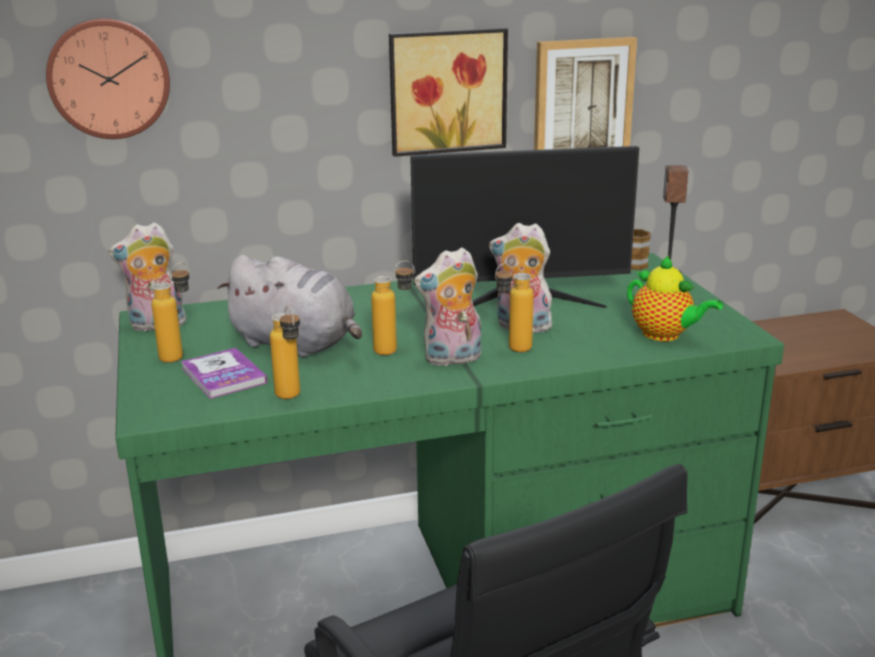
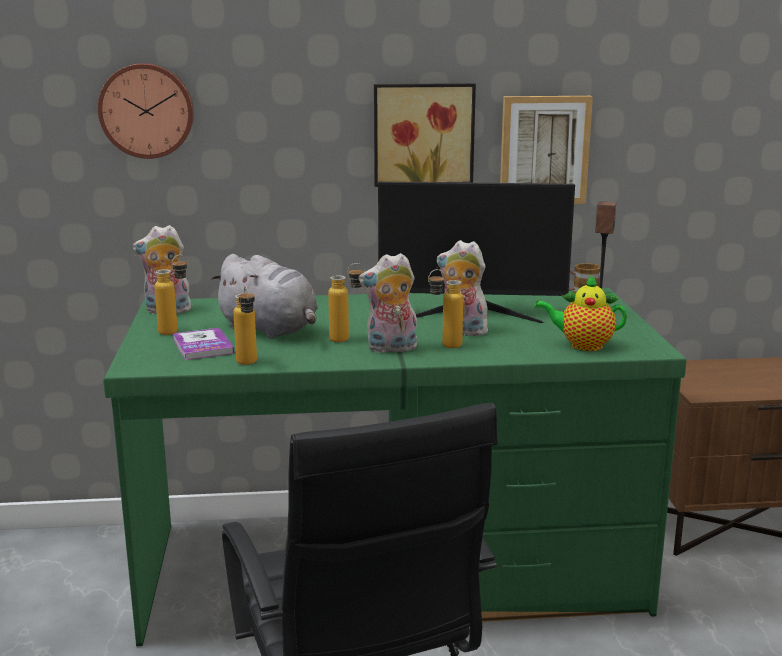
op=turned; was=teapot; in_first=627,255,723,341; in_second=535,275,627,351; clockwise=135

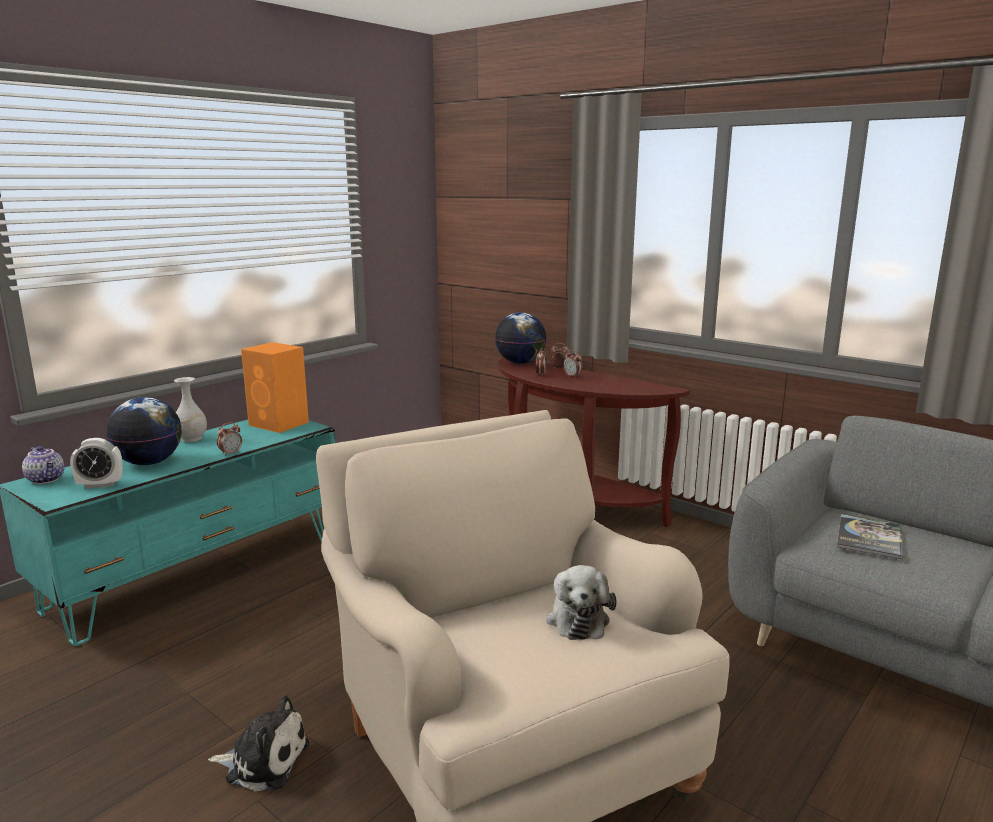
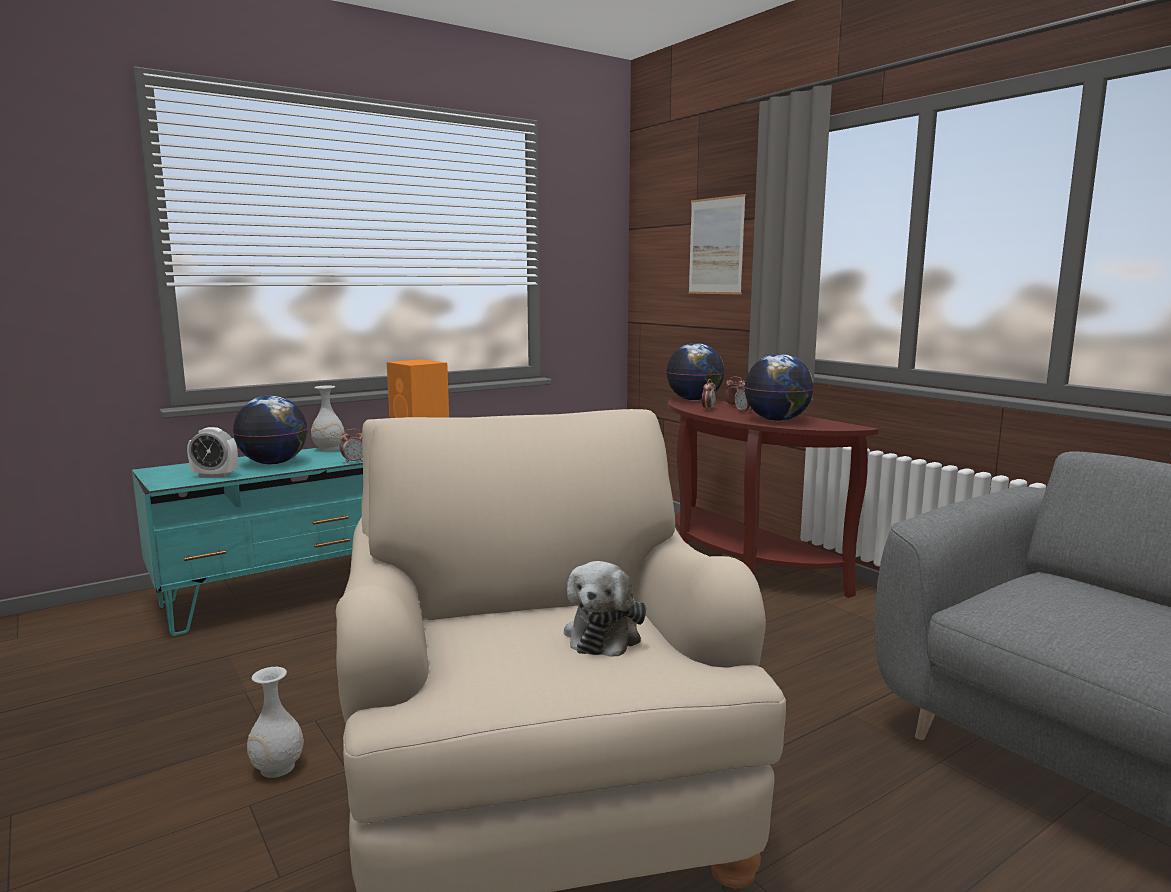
op=removed; was=teapot; in_first=22,446,64,484
op=removed; was=book; in_first=837,514,903,559
op=replaced; was=plush toy; now=white vase; in_first=208,695,309,791; in_second=247,667,304,778
op=added; now=picture; in_second=689,194,746,295
op=added; now=globe; in_second=744,354,814,421

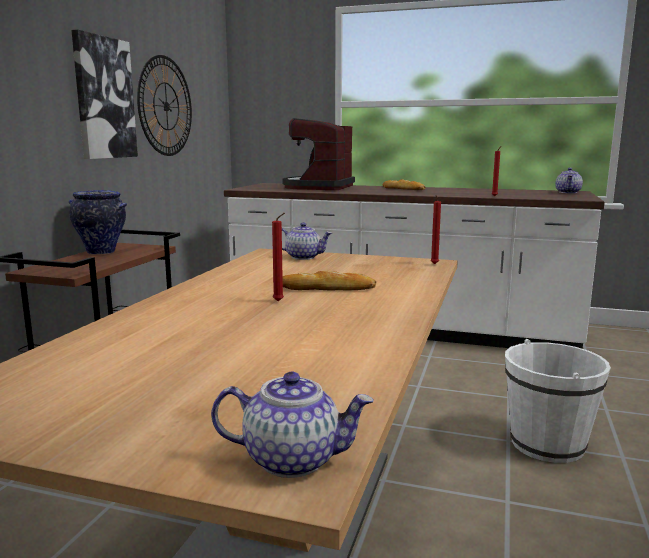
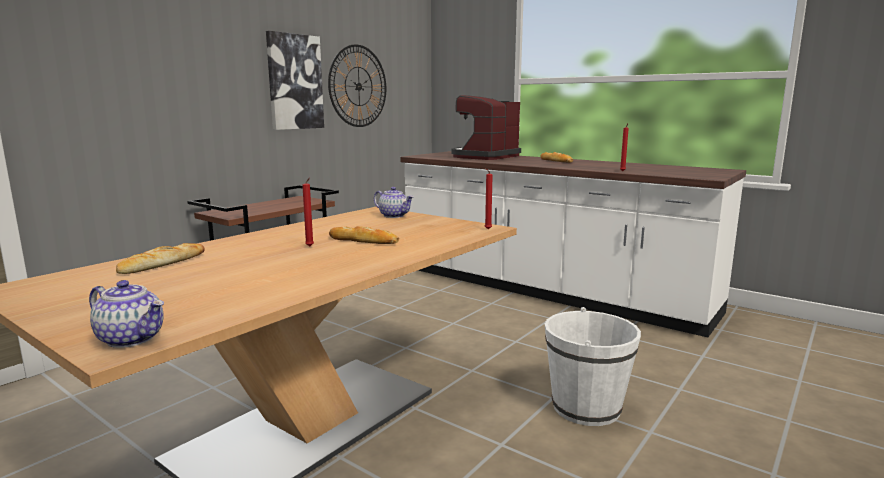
op=removed; was=teapot; in_first=555,168,583,193
op=removed; was=vase; in_first=69,190,127,254
op=added; now=bread; in_second=116,243,204,274

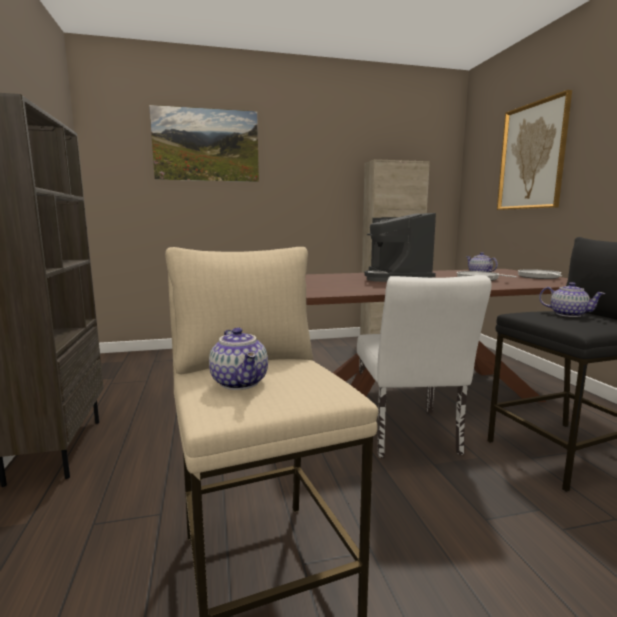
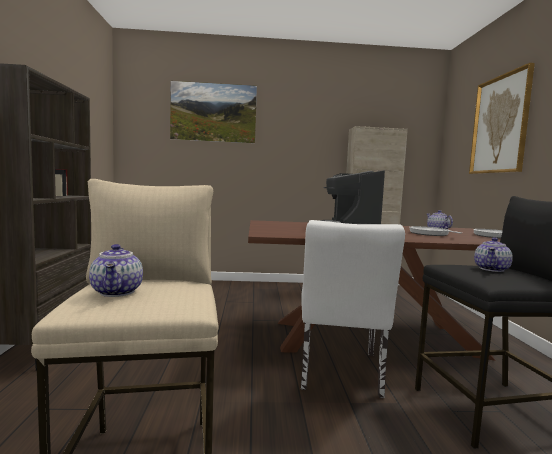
op=turned; was=teapot; in_first=539,282,605,317; in_second=474,237,513,272; clockwise=75

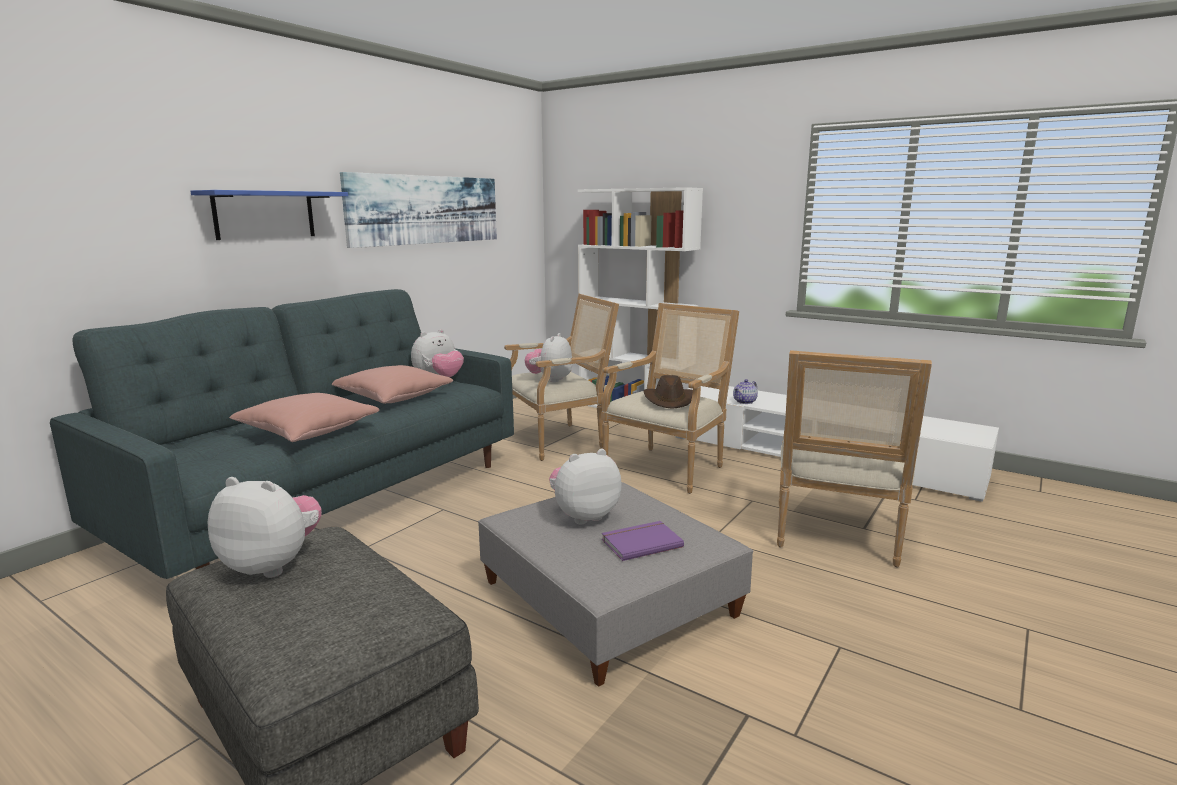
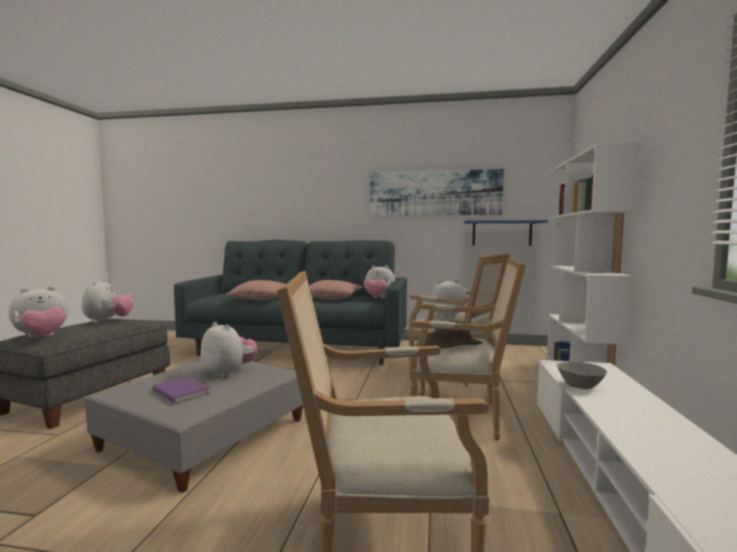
op=moved; was=blue shelf; in_first=190,190,348,240; in_second=464,220,548,246
op=replaced; was=teapot; now=grey bowl; in_first=733,379,758,404; in_second=557,361,607,389
op=added; now=plush toy; in_second=9,286,68,338

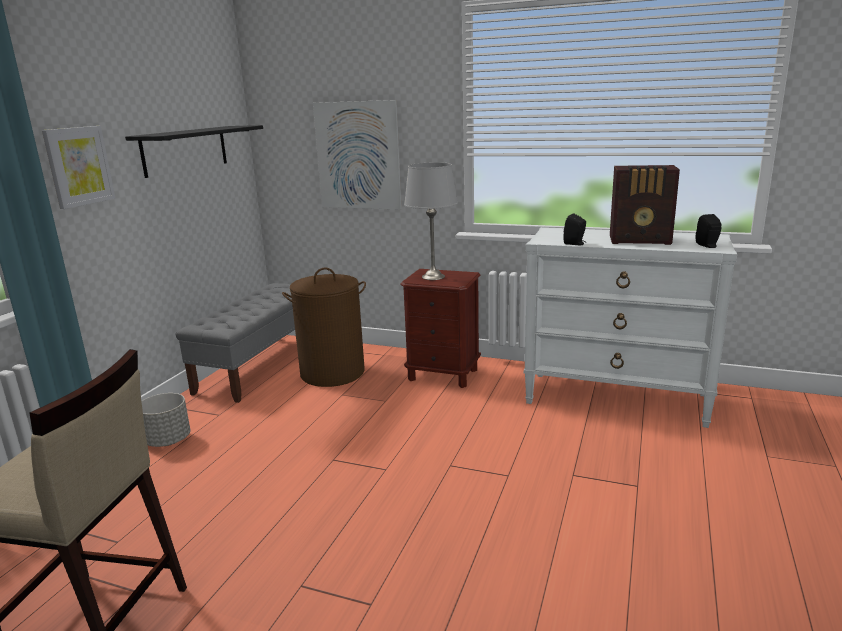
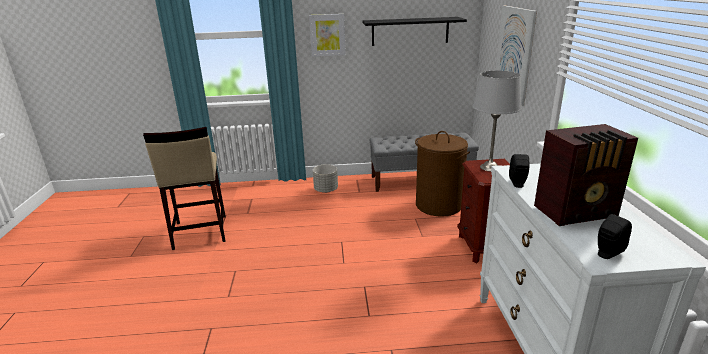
op=turned; was=radio; in_first=610,165,680,245; in_second=534,124,638,226; clockwise=-90

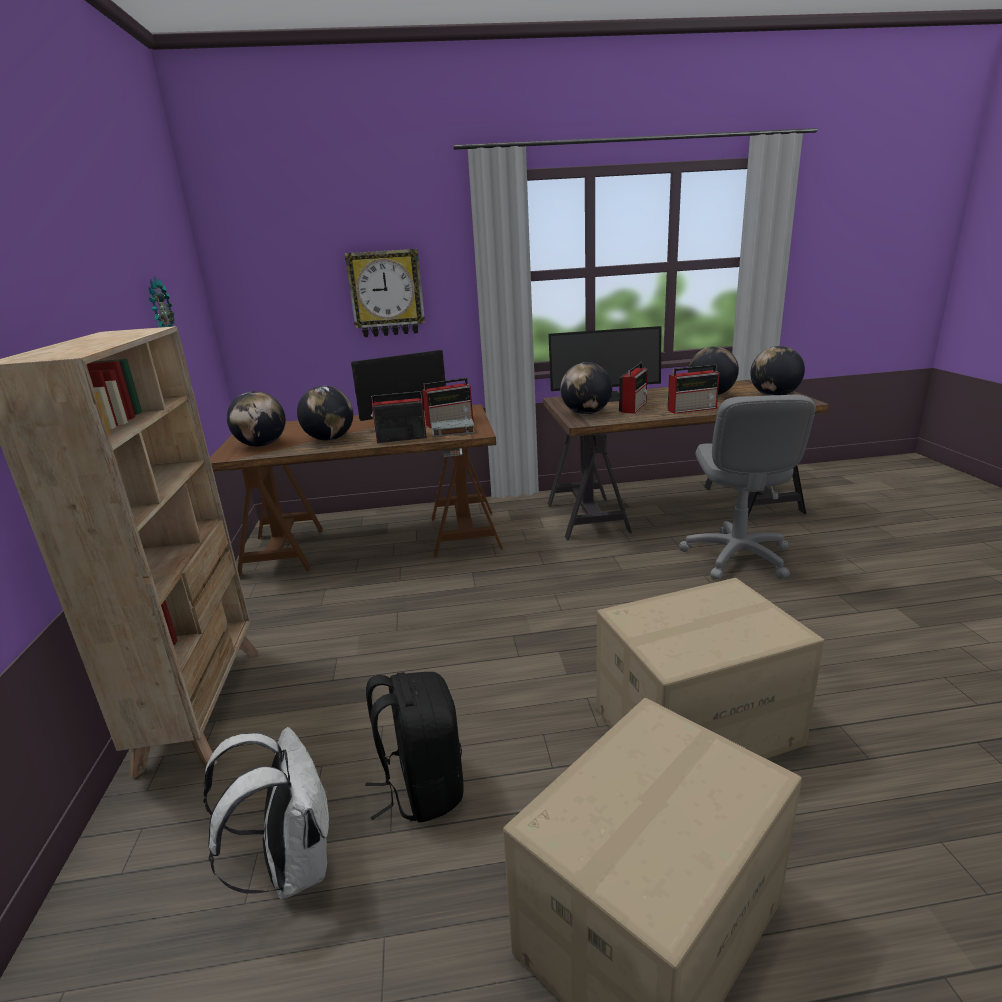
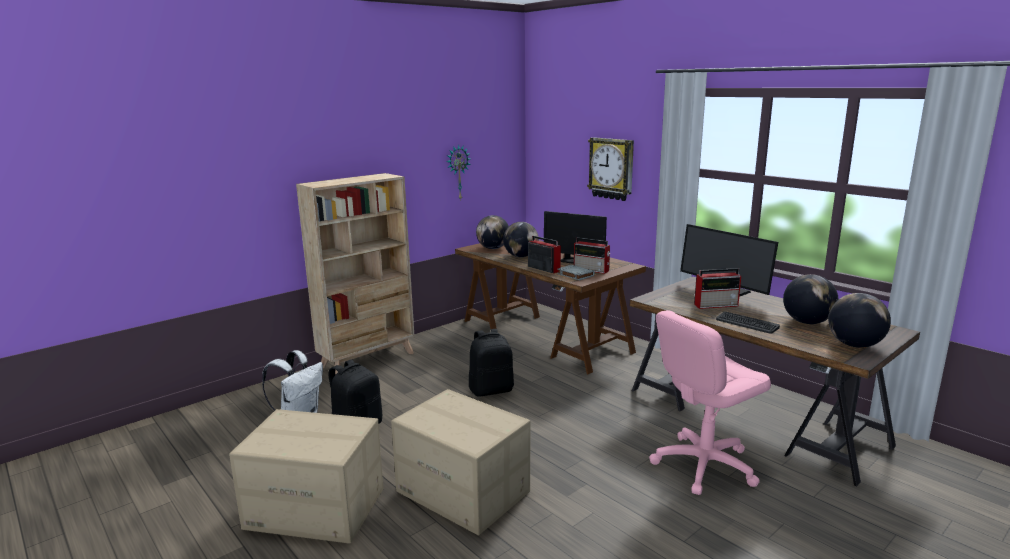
op=removed; was=globe; in_first=560,362,612,414
op=replaced; was=radio; now=keyboard; in_first=668,364,719,414; in_second=716,311,780,333
op=recoloured; was=grey office chair; now=pink office chair; in_first=679,395,816,580; in_second=649,310,771,495
op=added; now=black backpack; in_second=469,329,514,397

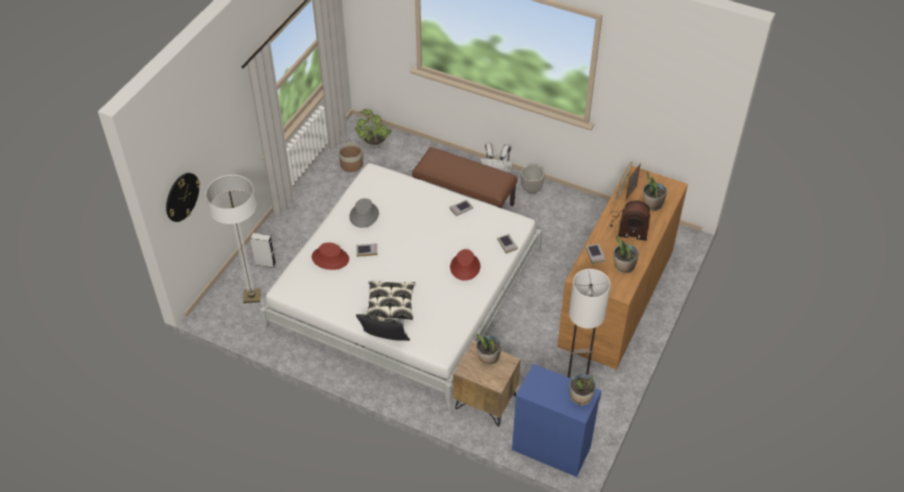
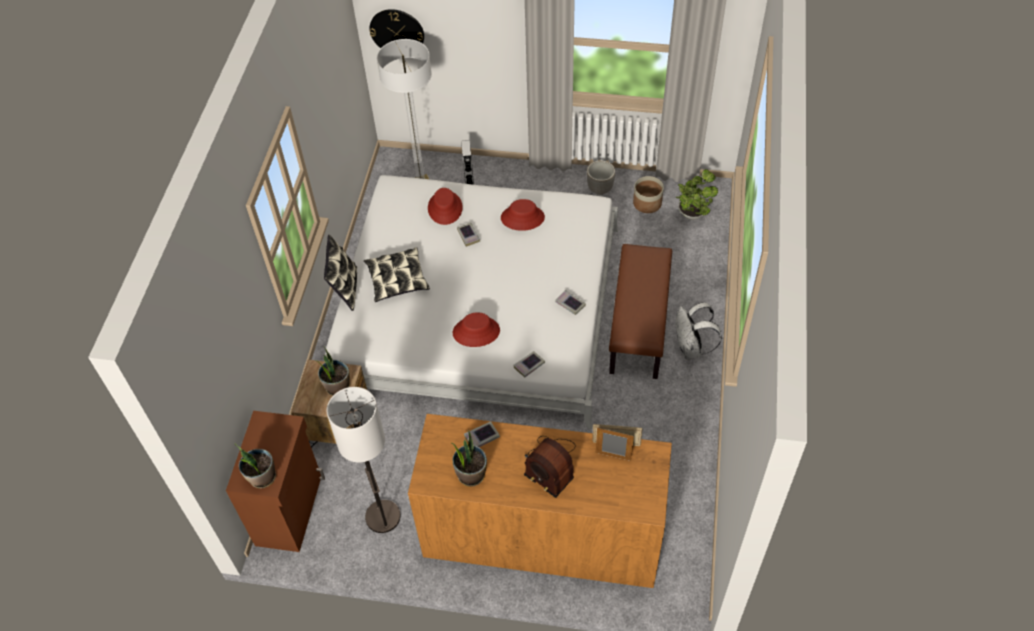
op=moved; was=planter; in_first=521,165,545,194; in_second=587,161,615,195
op=removed; was=potted plant; in_first=643,172,667,211
op=recoloured; was=grey hat; now=red hat; in_first=349,198,379,228; in_second=501,199,545,231
op=turned; was=radio; in_first=610,200,650,241; in_second=524,436,576,498; clockwise=-45
op=recoloured; was=blue cabinet; now=brown cabinet; in_first=512,364,602,477; in_second=226,411,325,552

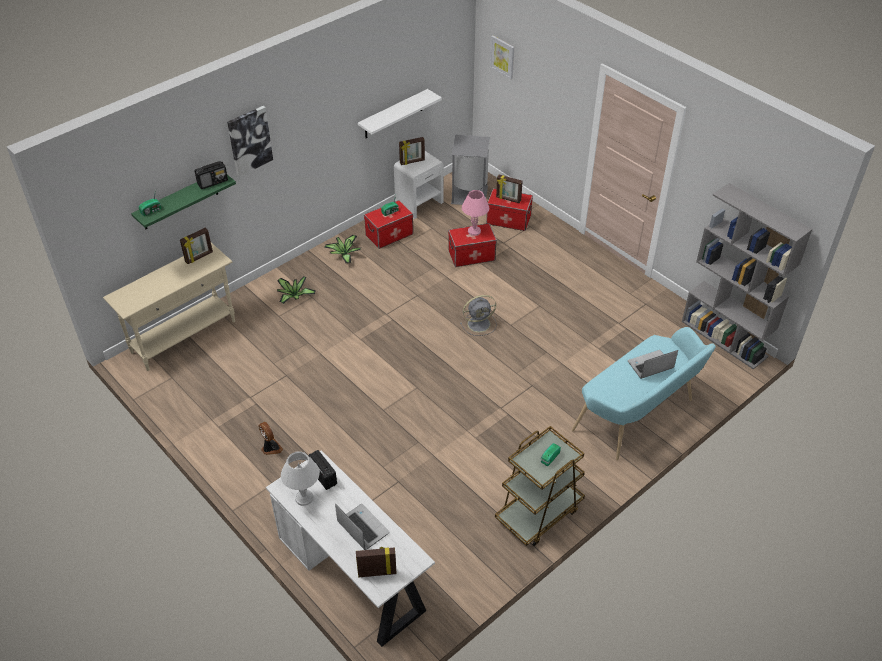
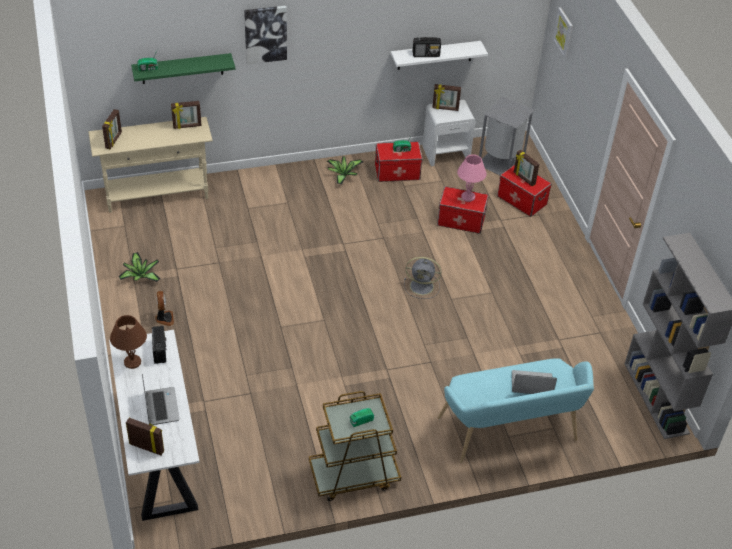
op=moved; was=radio; in_first=194,161,228,189; in_second=413,37,441,57
op=moved; was=potted plant; in_first=277,276,316,304; in_second=118,252,161,282
op=recoloured; was=white table lamp; now=brown table lamp; in_first=281,451,320,506; in_second=110,315,147,369
op=added; now=picture frame; in_second=102,109,122,149

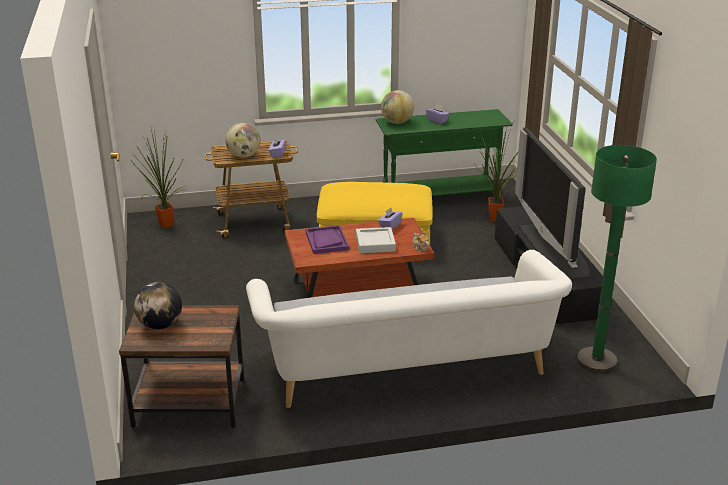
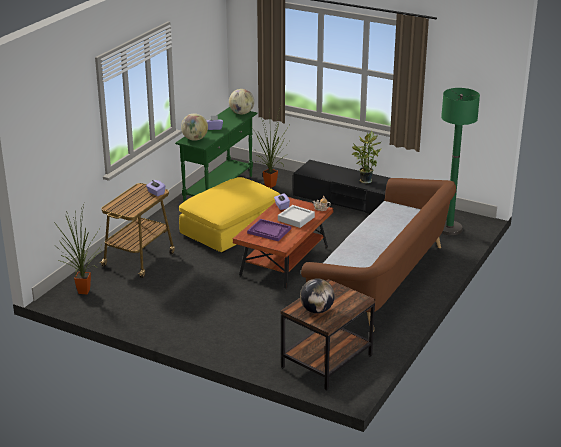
op=moved; was=globe; in_first=225,123,260,158; in_second=229,89,254,114
op=replaced; was=television; now=potted plant; in_first=515,127,590,279; in_second=352,131,381,184
op=recoloured; was=white sofa; now=brown sofa; in_first=246,250,572,408; in_second=301,178,456,326

